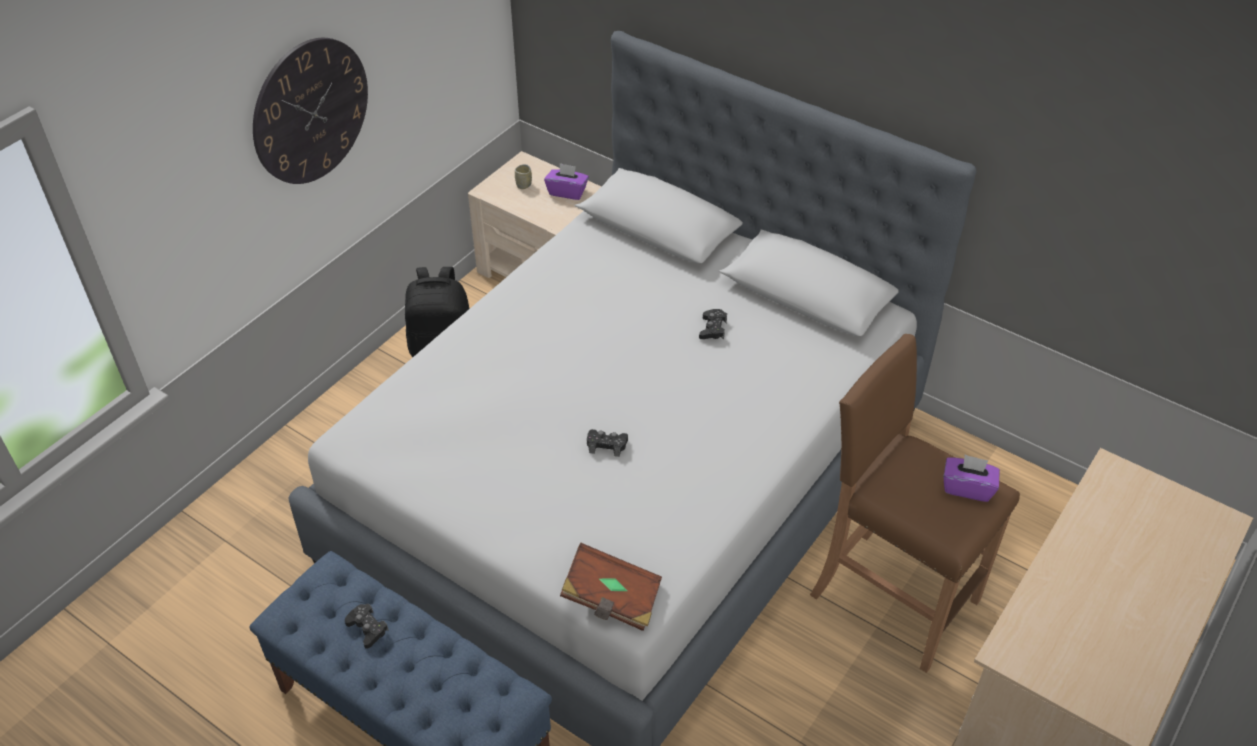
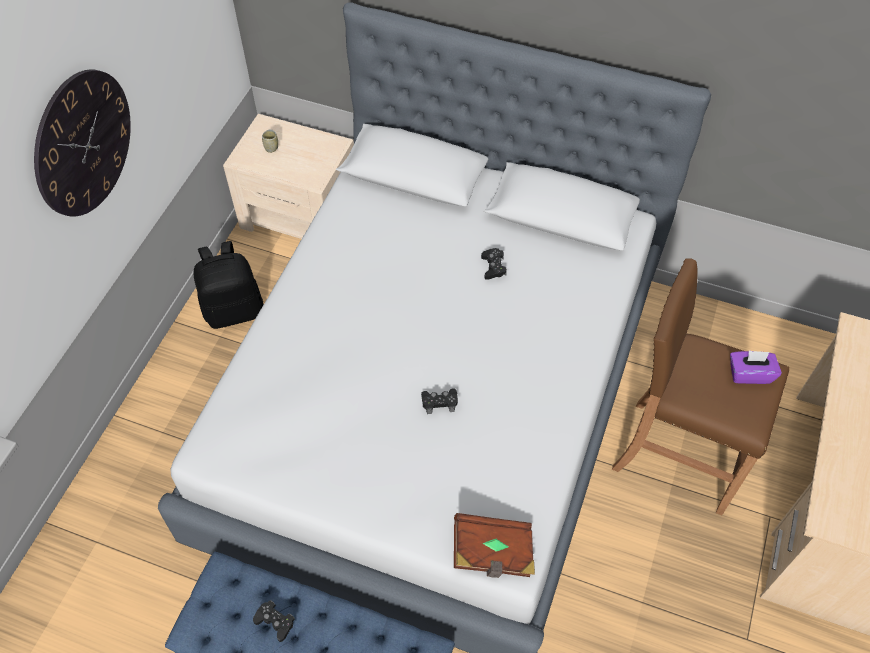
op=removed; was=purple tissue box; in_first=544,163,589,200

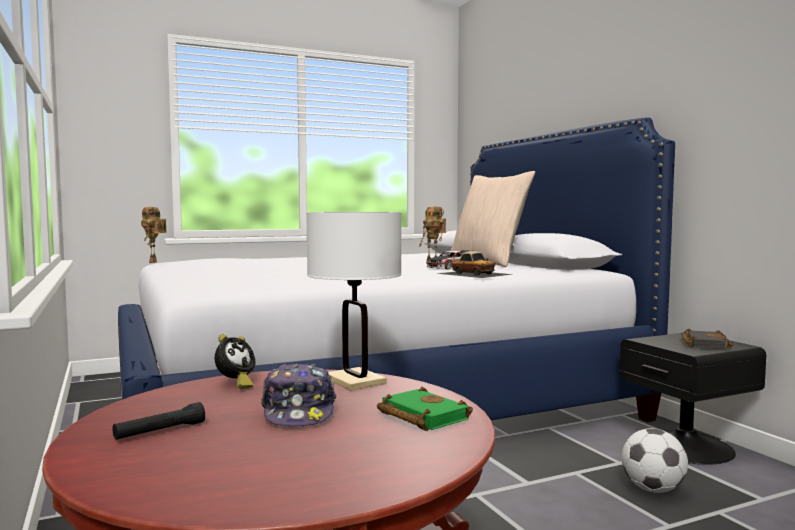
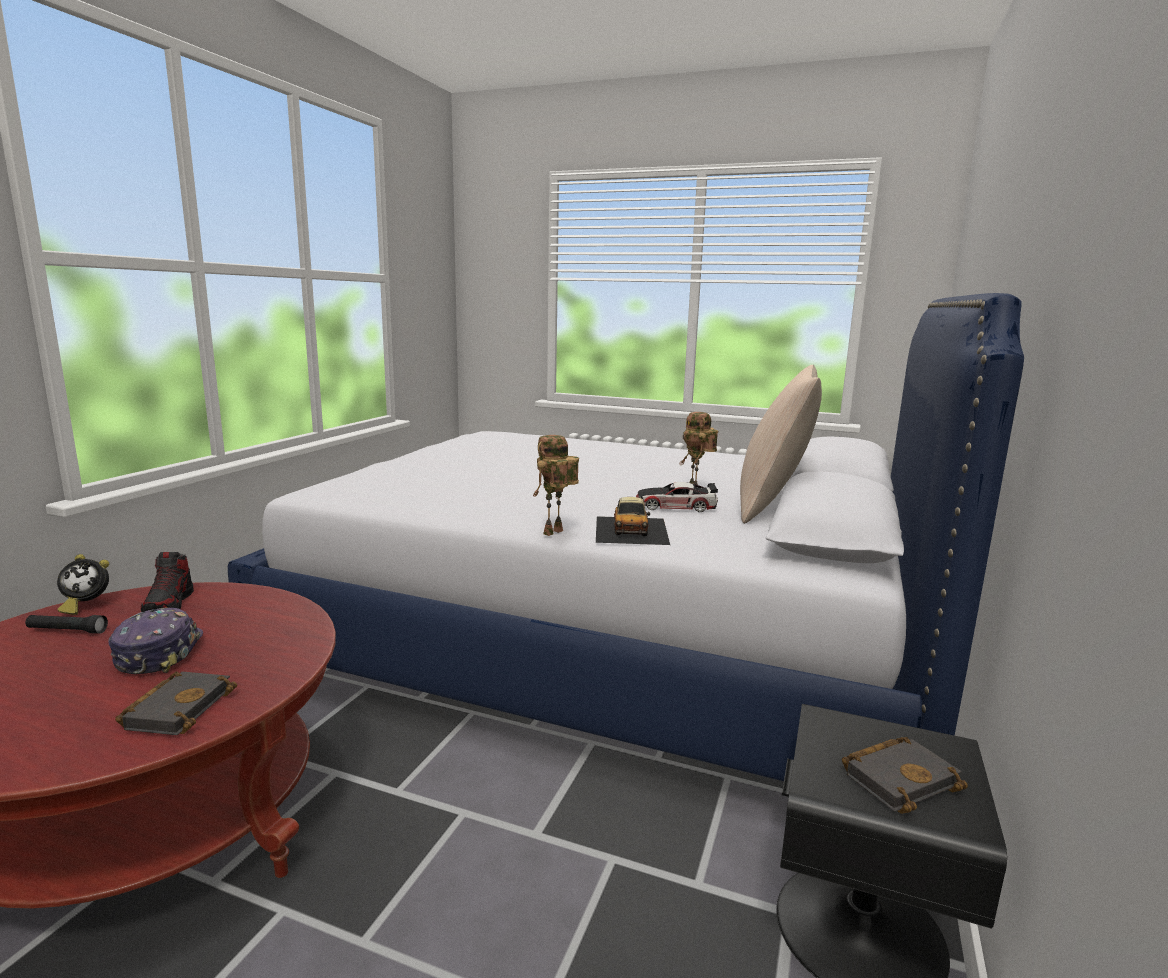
op=moved; was=toy robot; in_first=141,207,167,263; in_second=533,435,579,536
op=removed; was=white table lamp; in_first=306,212,401,391
op=moved; was=alarm clock; in_first=214,334,255,389; in_second=57,554,109,615
op=turned; was=cap; in_first=261,364,337,426; in_second=108,607,203,674; clockwise=135
op=recoloured; was=green book; now=black book; in_first=377,387,473,431; in_second=115,672,237,735
op=removed; was=football; in_first=622,428,688,493
op=added; now=shoe; in_second=141,552,194,612

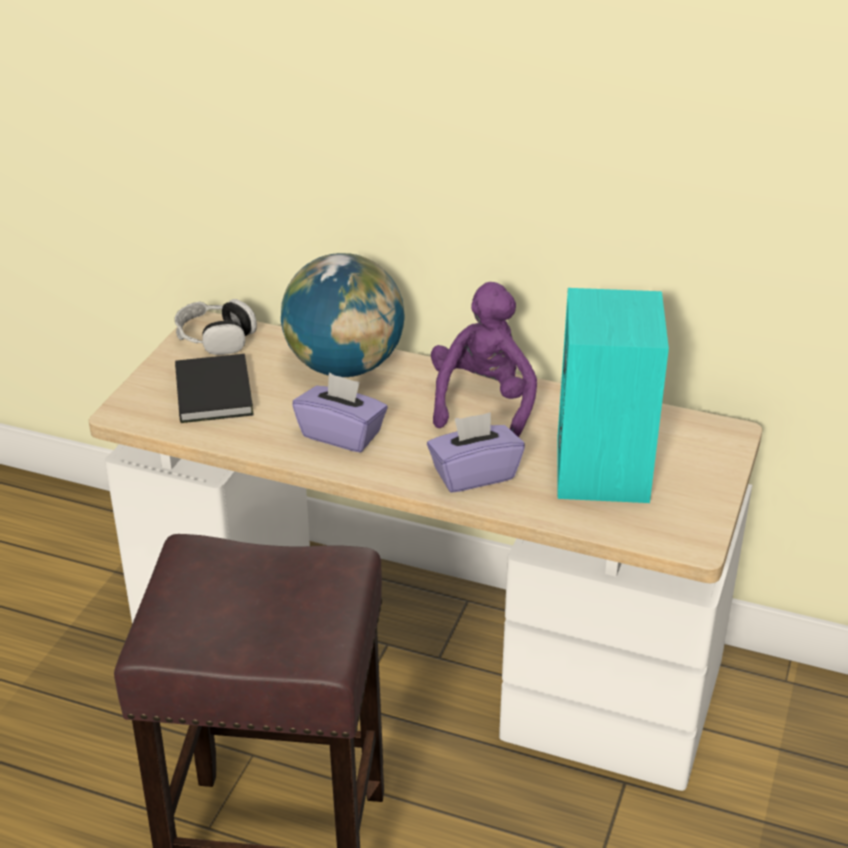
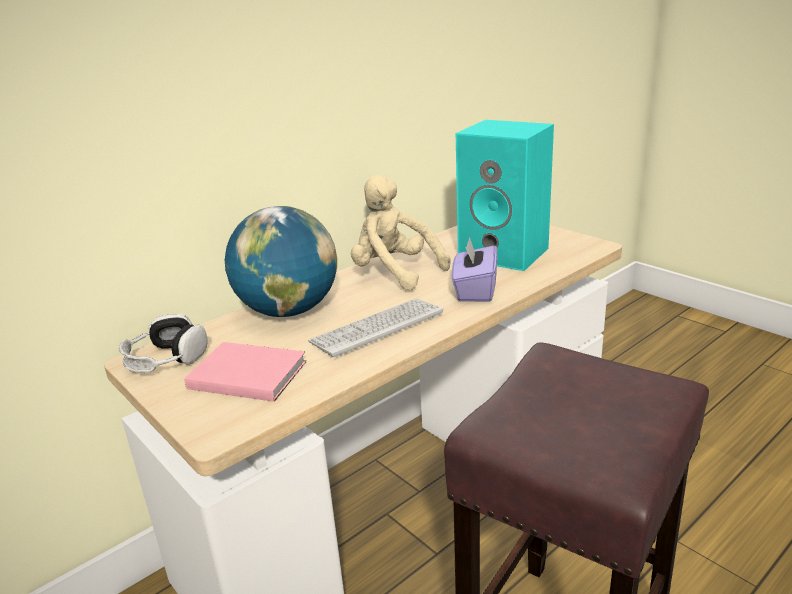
op=recoloured; was=purple plush toy; now=beige plush toy; in_first=431,282,537,437; in_second=351,175,451,290
op=recoloured; was=black book; now=pink book; in_first=175,354,254,423; in_second=184,342,307,402
op=replaced; was=purple tissue box; now=keyboard; in_first=292,372,388,453; in_second=308,298,443,357

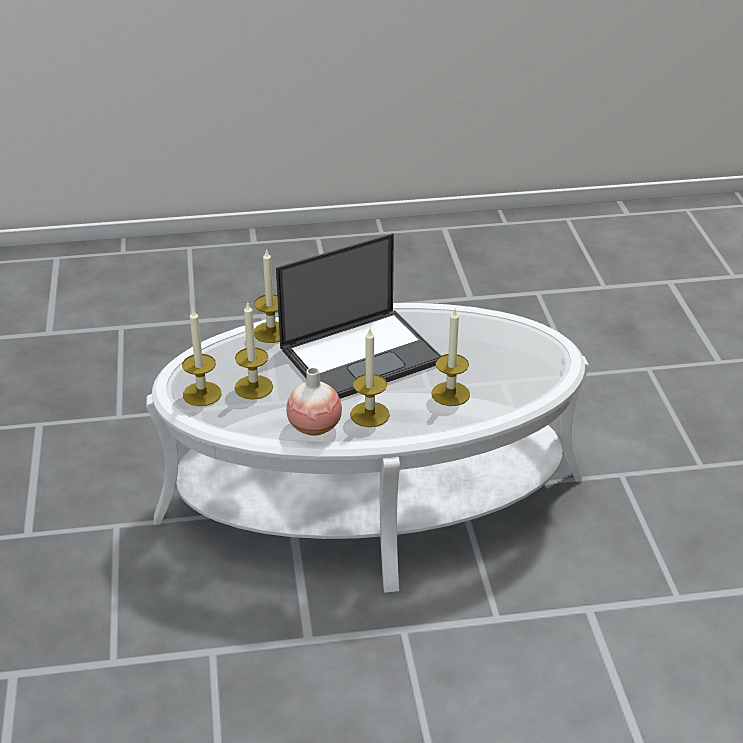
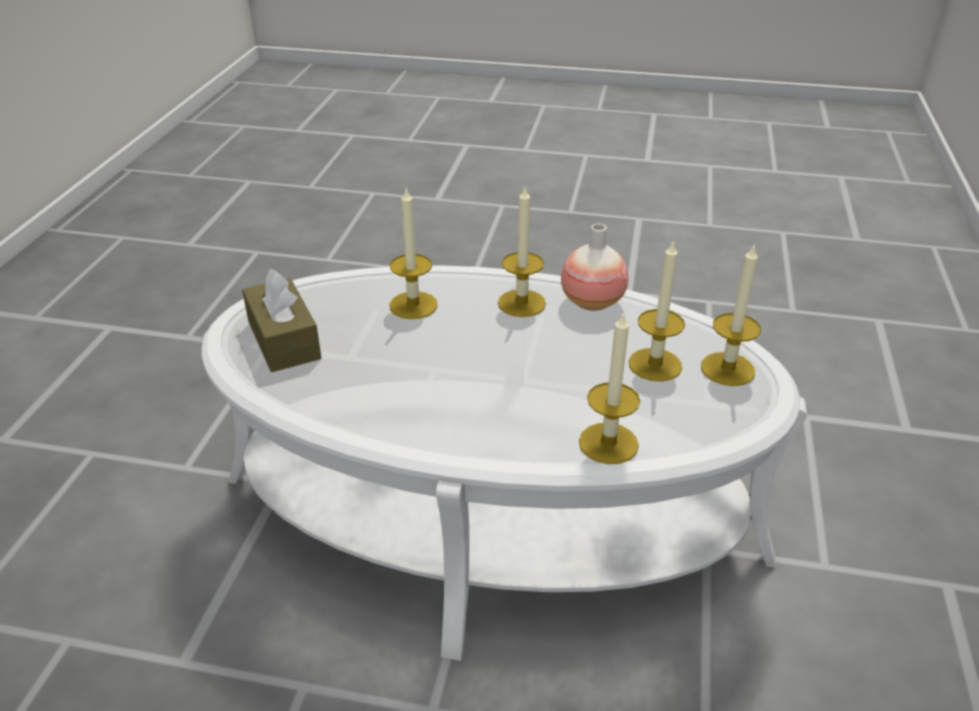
op=removed; was=laptop; in_first=276,233,441,399
op=added; now=brown tissue box; in_second=242,269,321,372

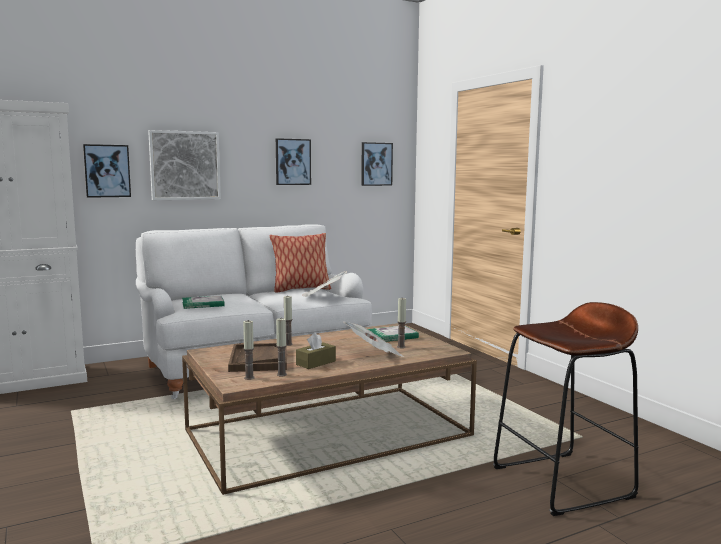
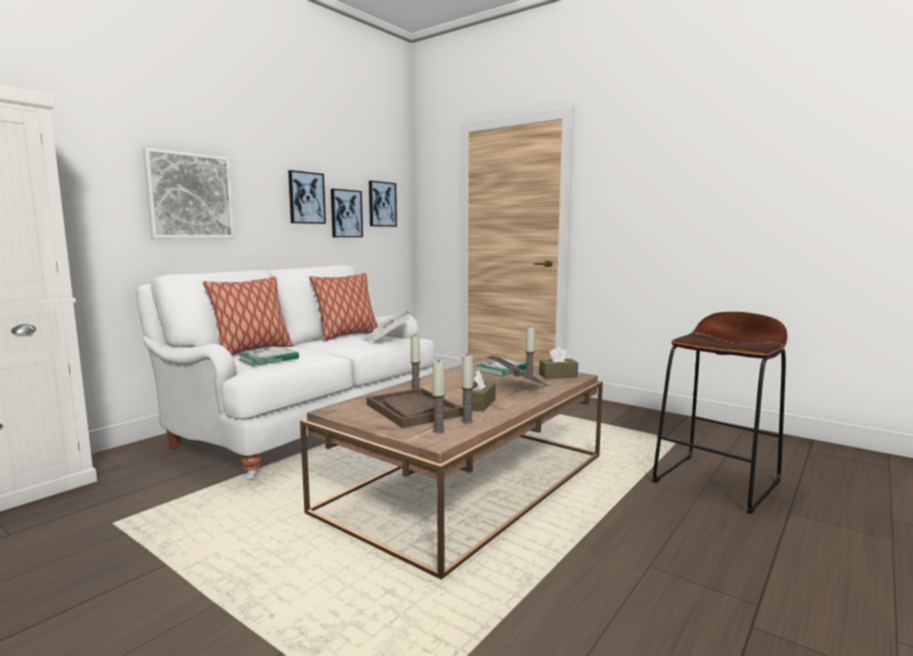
op=moved; was=picture; in_first=83,144,131,198; in_second=331,189,363,237
op=added; now=pillow; in_second=203,276,293,355
op=added; now=brown tissue box; in_second=539,347,578,379

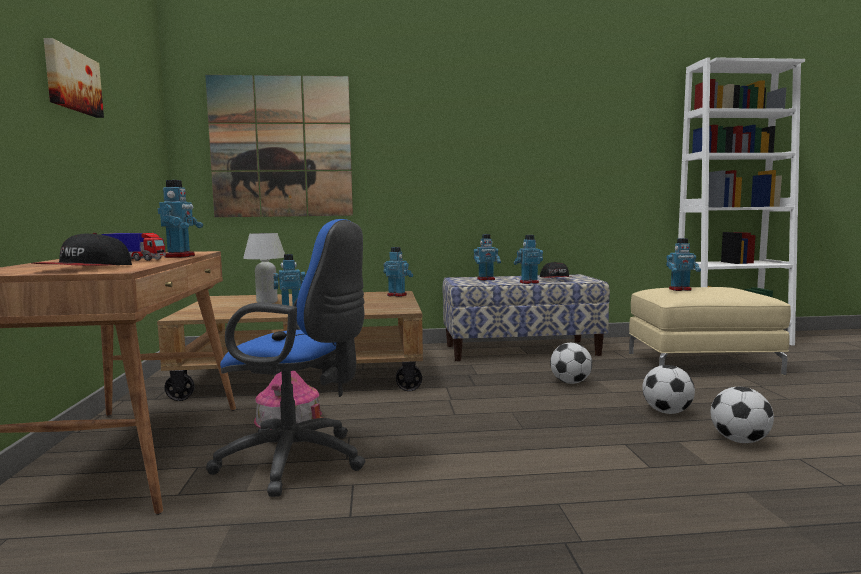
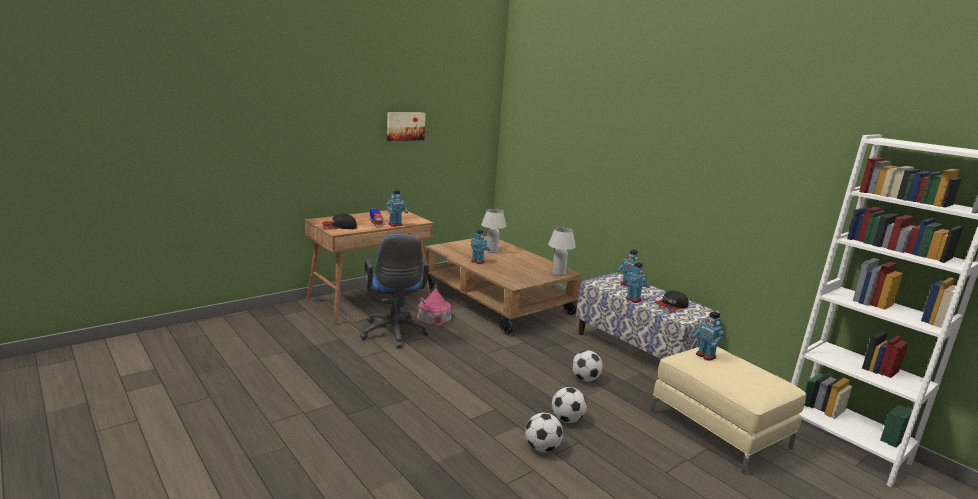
op=removed; was=picture; in_first=205,75,353,217
op=replaced; was=toy robot; now=white table lamp; in_first=383,247,413,297; in_second=548,227,576,276

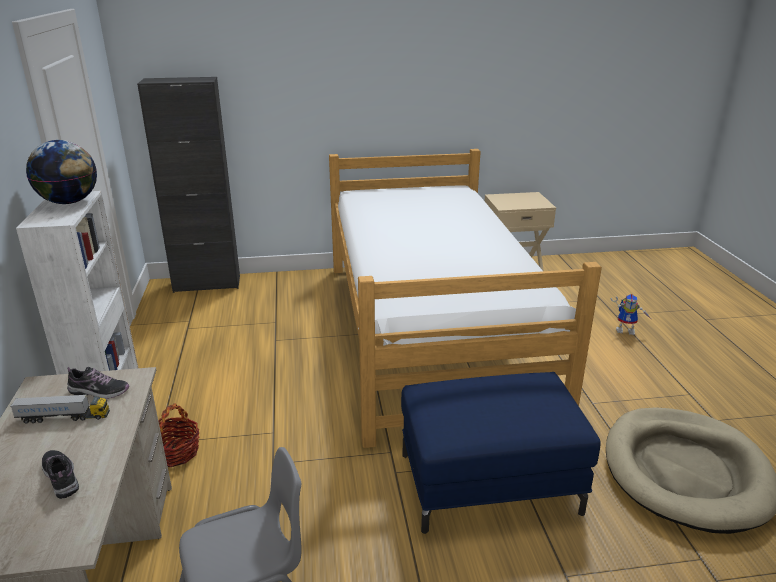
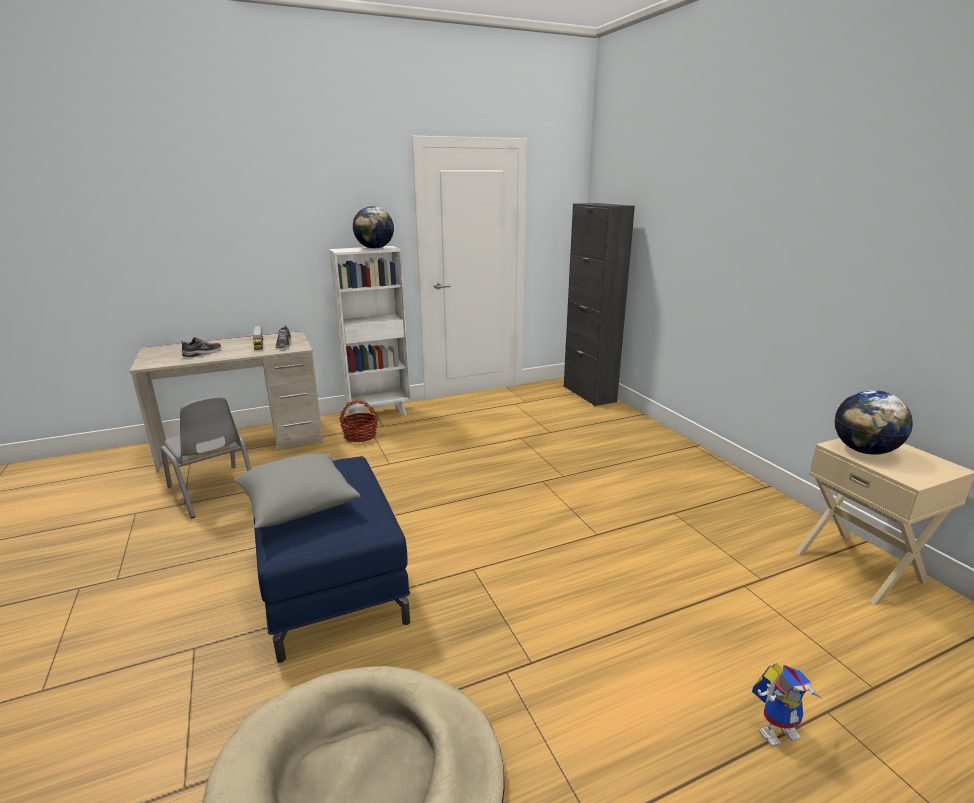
op=removed; was=bed; in_first=329,149,602,448
op=turned; was=toy robot; in_first=611,294,652,335; in_second=752,663,822,747; clockwise=-105
op=added; now=globe; in_second=834,390,913,454
op=added; now=grey pillow; in_second=234,453,360,528

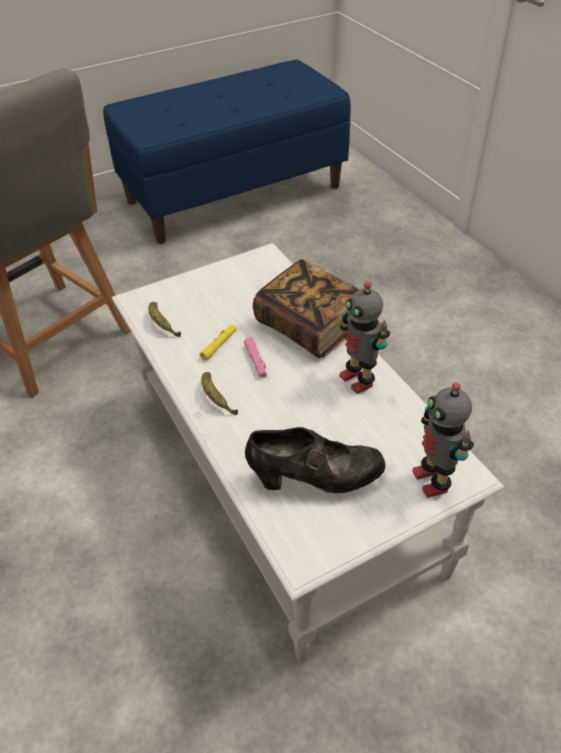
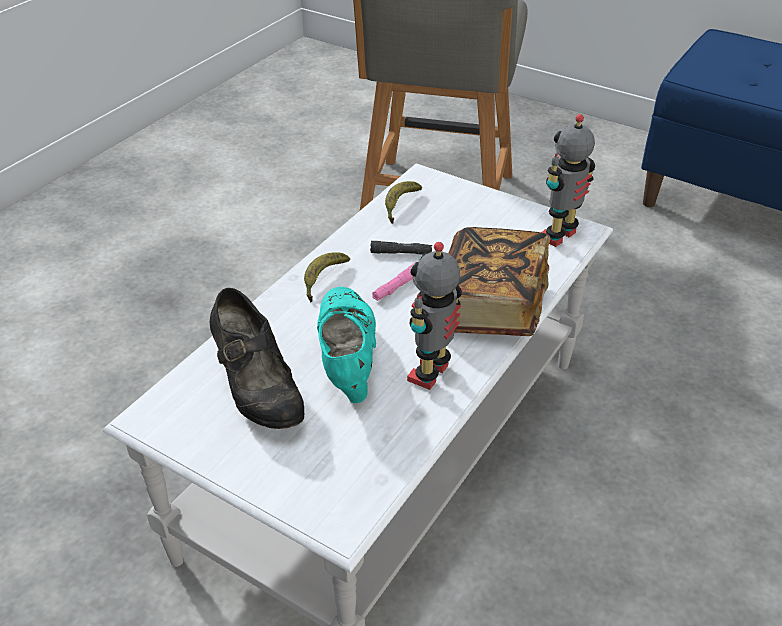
op=recoloured; was=yellow flashlight; now=black flashlight; in_first=200,325,237,361; in_second=370,241,432,254
op=moved; was=toy robot; in_first=413,383,474,498; in_second=541,114,595,247
op=added; now=turquoise shoe; in_second=317,287,376,403

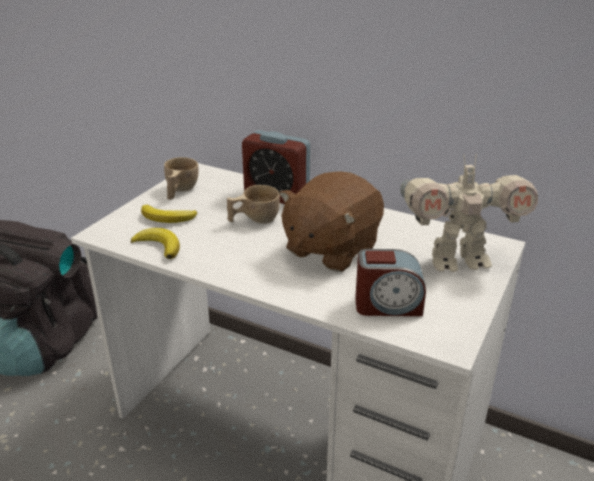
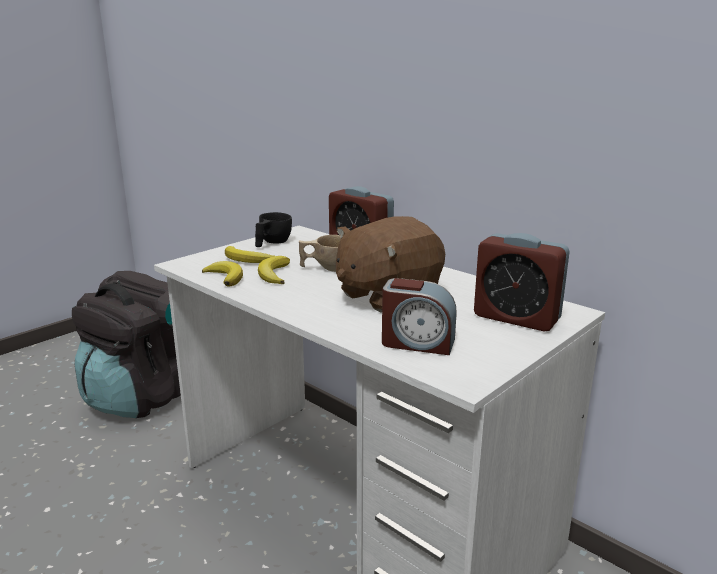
op=replaced; was=toy robot; now=alarm clock; in_first=400,154,538,272; in_second=474,233,570,332
op=recoloured; was=beige cup; now=black cup; in_first=164,157,199,200; in_second=255,212,292,247
op=added; now=banana; in_second=258,256,290,284

